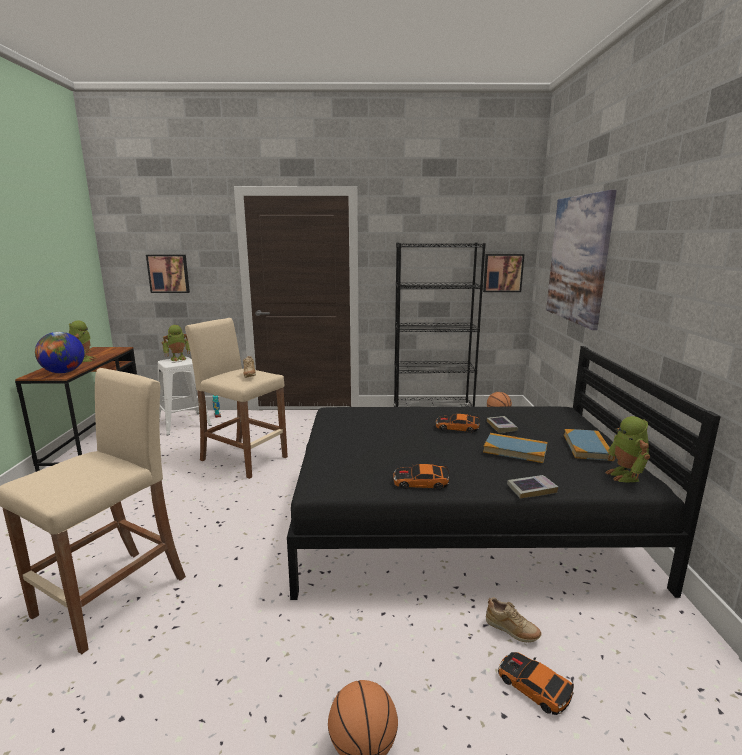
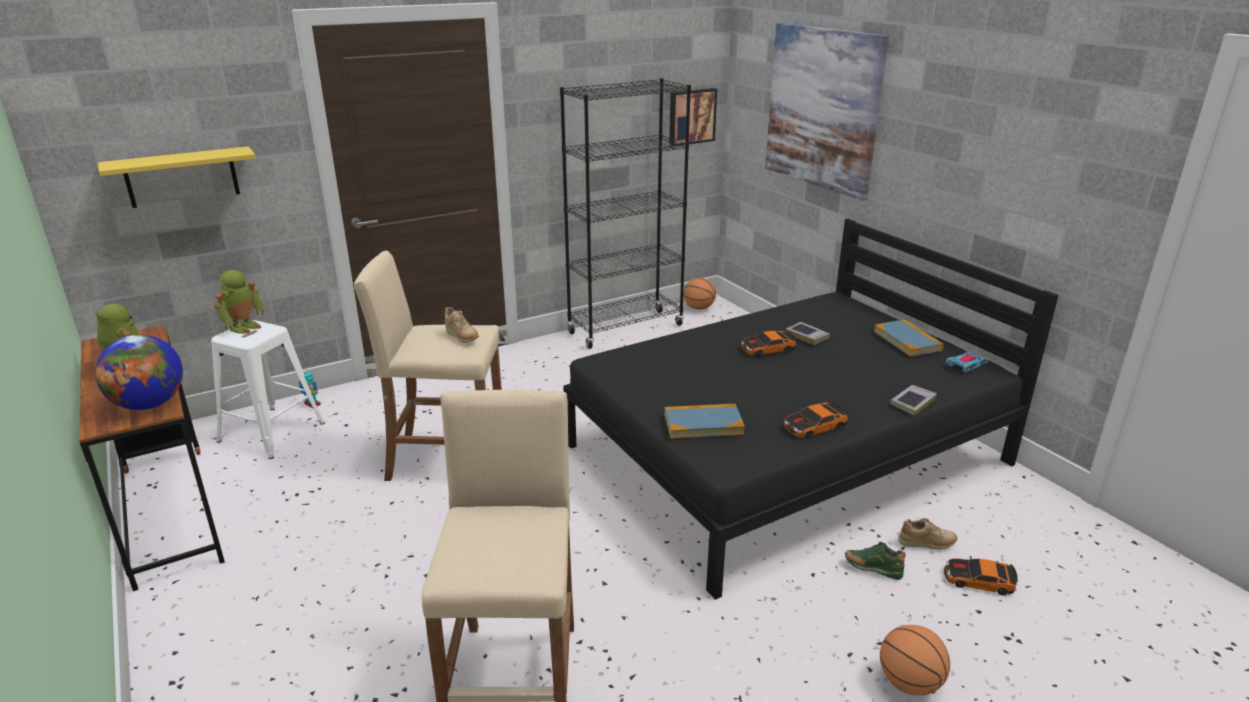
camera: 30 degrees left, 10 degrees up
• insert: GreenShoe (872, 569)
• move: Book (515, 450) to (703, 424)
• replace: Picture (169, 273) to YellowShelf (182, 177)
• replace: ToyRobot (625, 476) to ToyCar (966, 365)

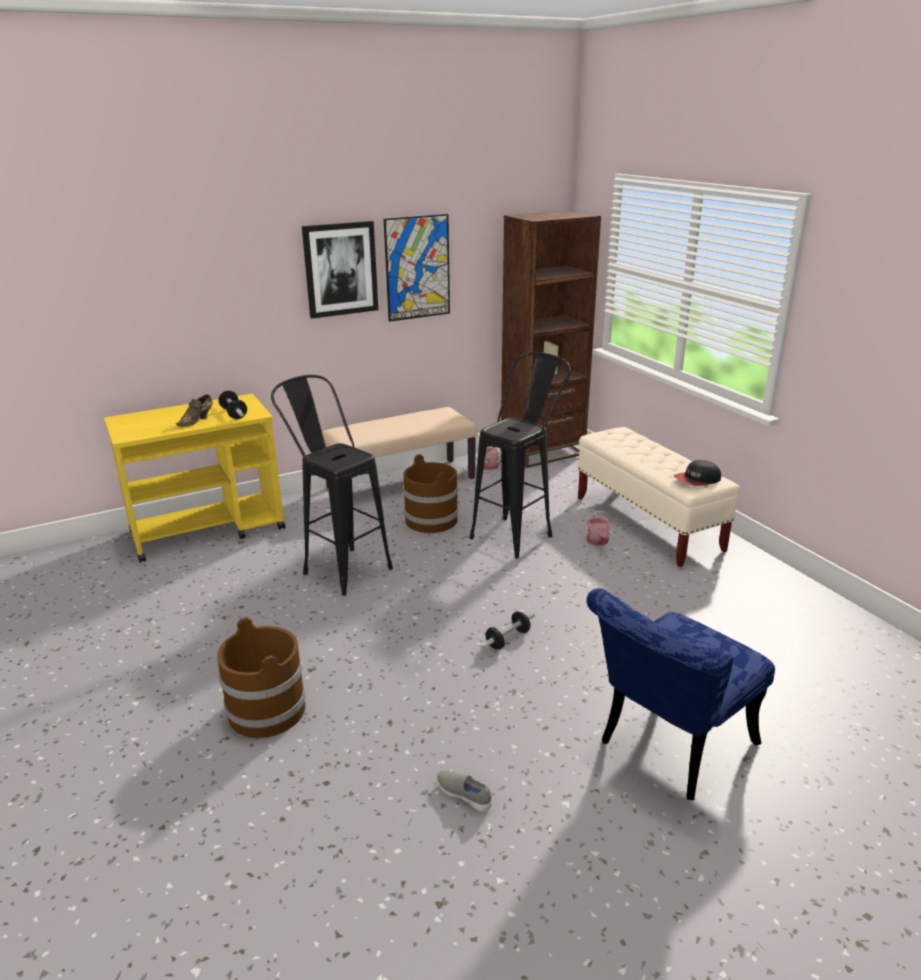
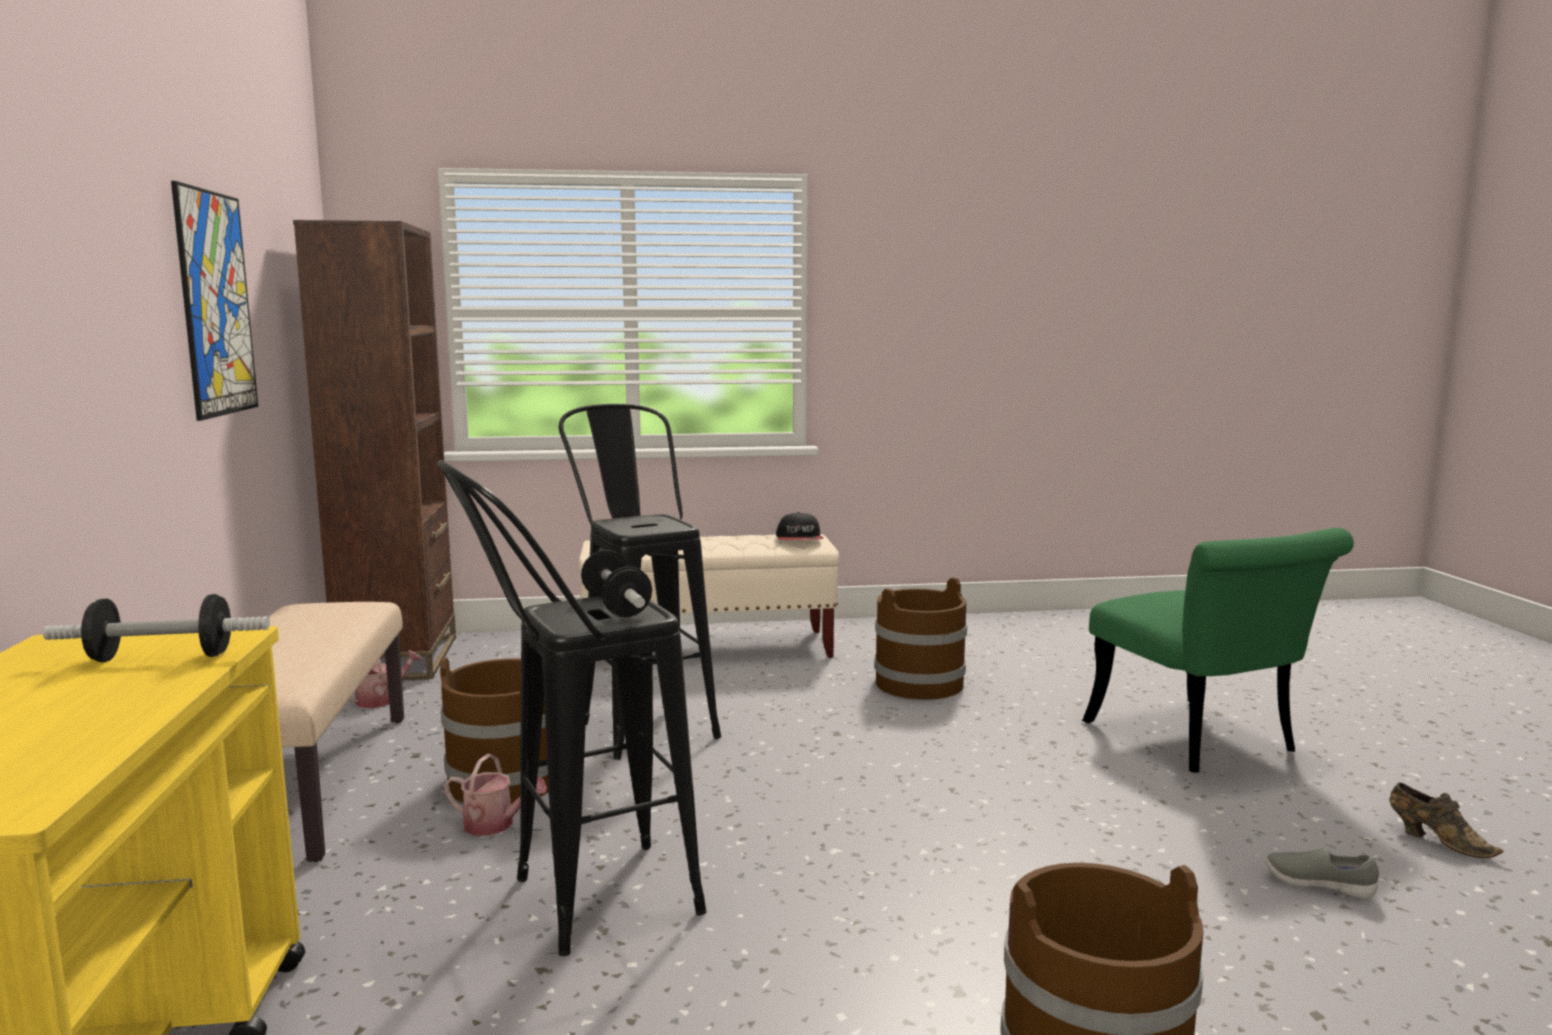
camera: 70 degrees left, 15 degrees down
• delete: Picture (340, 269)
• insert: BrownBucket (919, 683)
• move: BrownShoe (197, 421) to (1437, 840)
• move: Dumbbell (507, 639) to (616, 606)
• move: WateringCan (598, 542) to (495, 825)
• recolor: BlueChair (668, 747) to GreenChair (1202, 742)
• rotate: GreyShoe (464, 795) = (1318, 885) 60 degrees clockwise

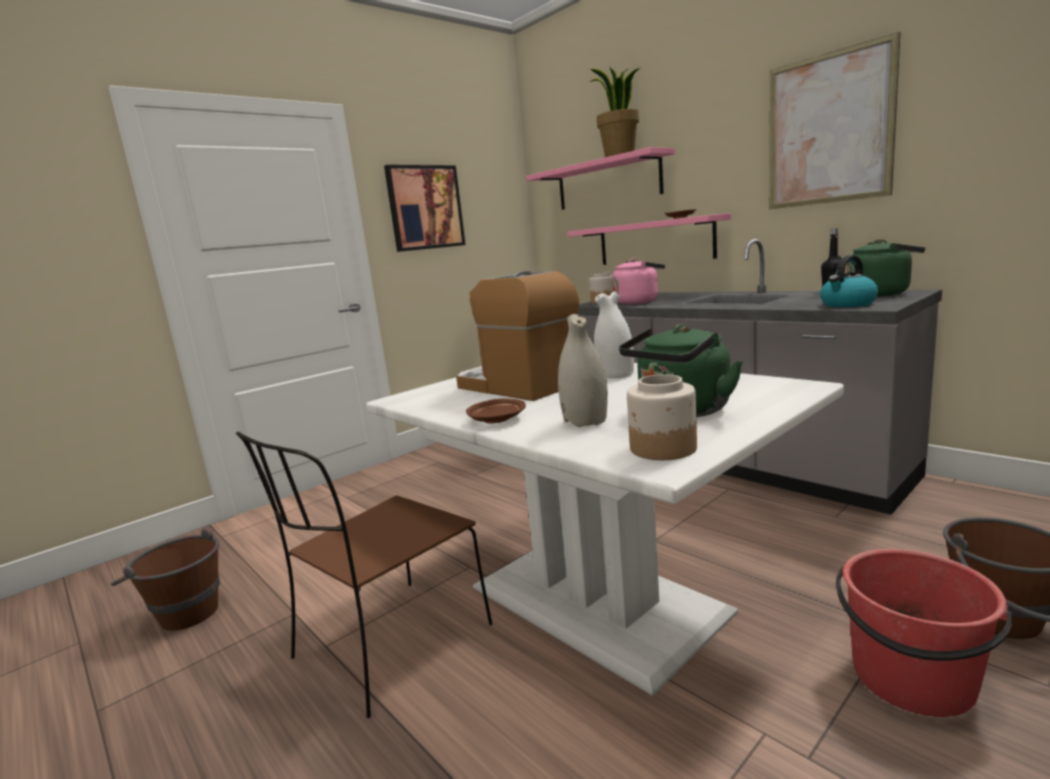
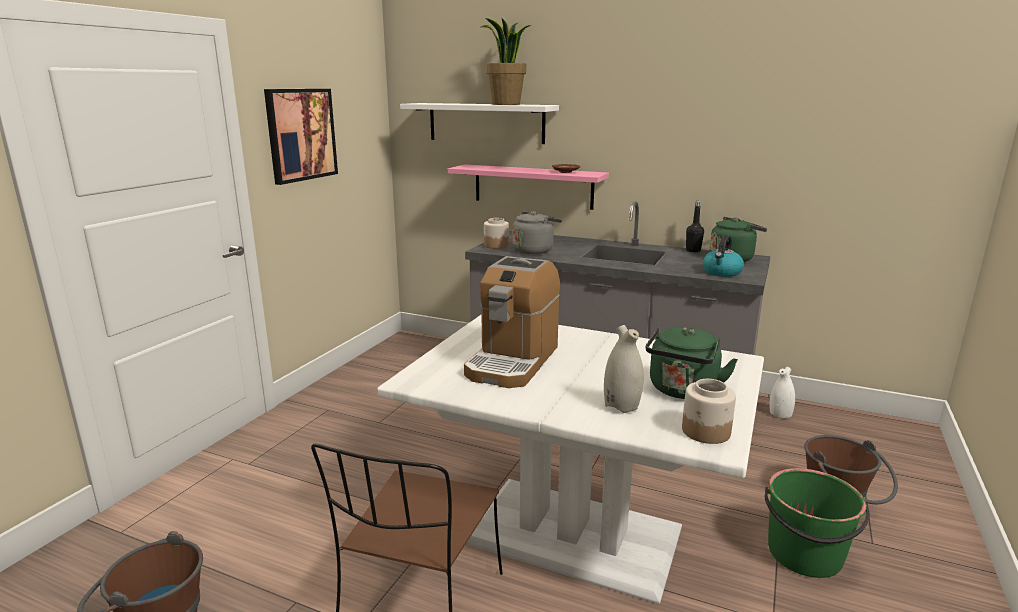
camera: 25 degrees left, 5 degrees up
• delete: BrownPlate (497, 419)
• delete: Picture (828, 129)
• move: WhiteVase (615, 375) to (780, 414)
• recolor: PinkShelf (607, 182) to WhiteShelf (486, 123)
• recolor: PinkKettle (638, 302) to GreyKettle (534, 250)
• recolor: RedBucket (912, 679) to GreenBucket (805, 555)
• rotate: CoffeeMachine (517, 386) = (512, 361) 90 degrees counterclockwise

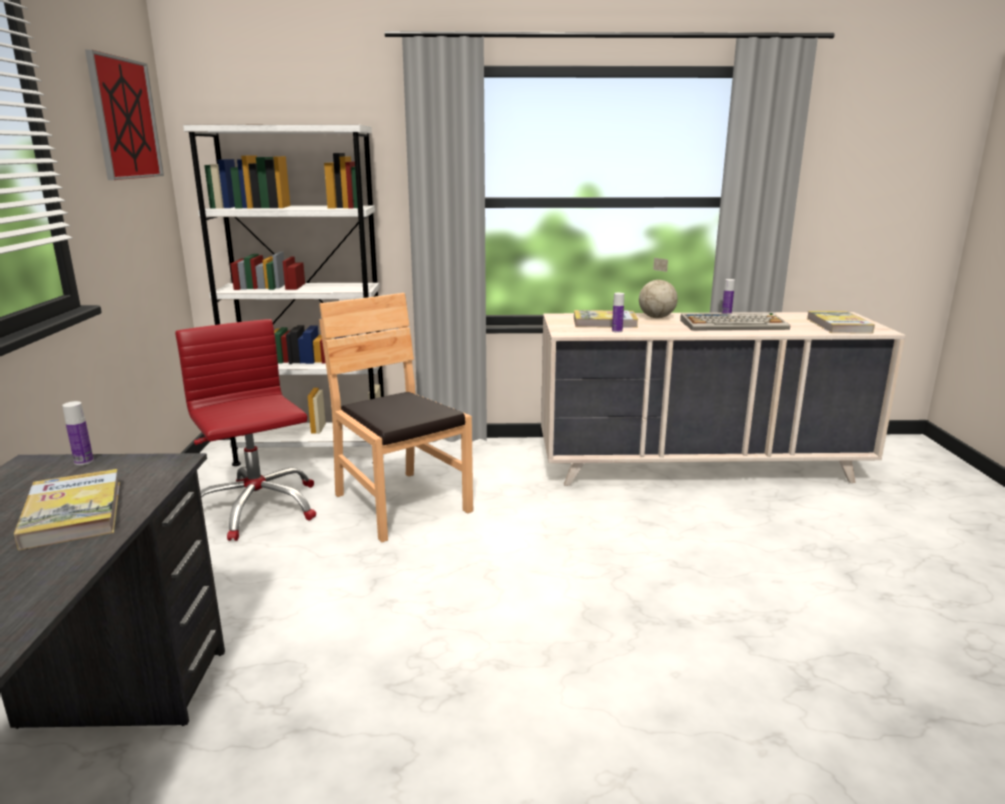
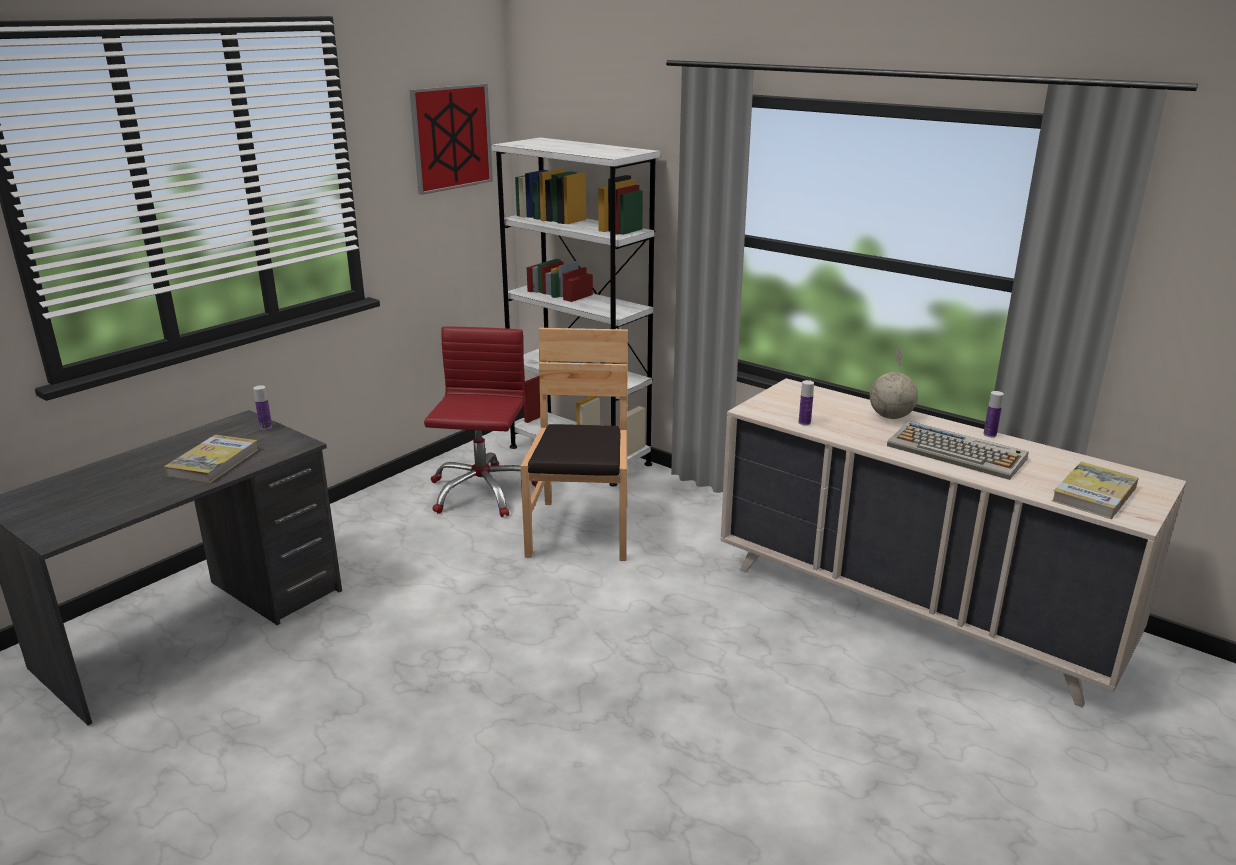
camera: 40 degrees right, 5 degrees up
• delete: Book (604, 322)

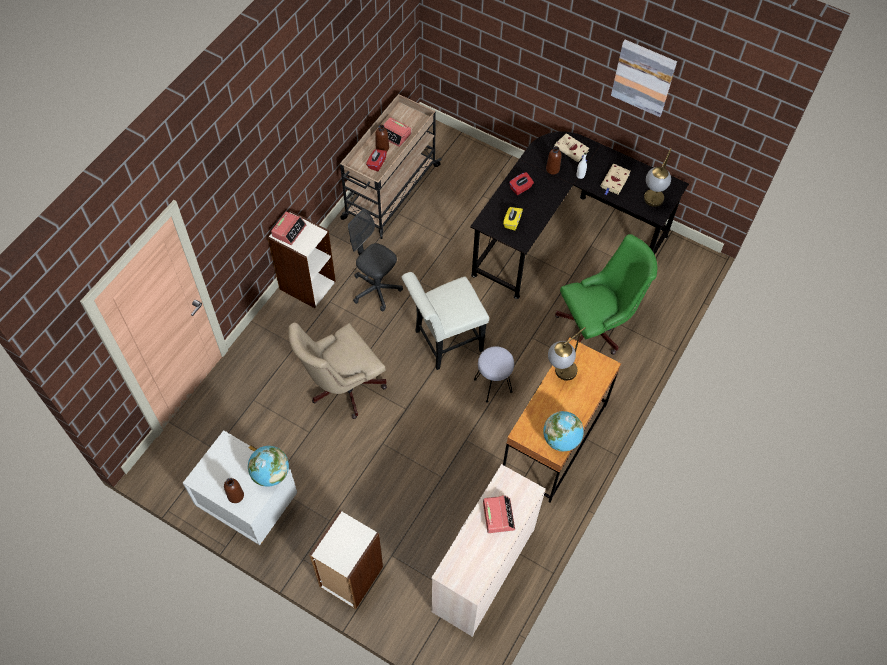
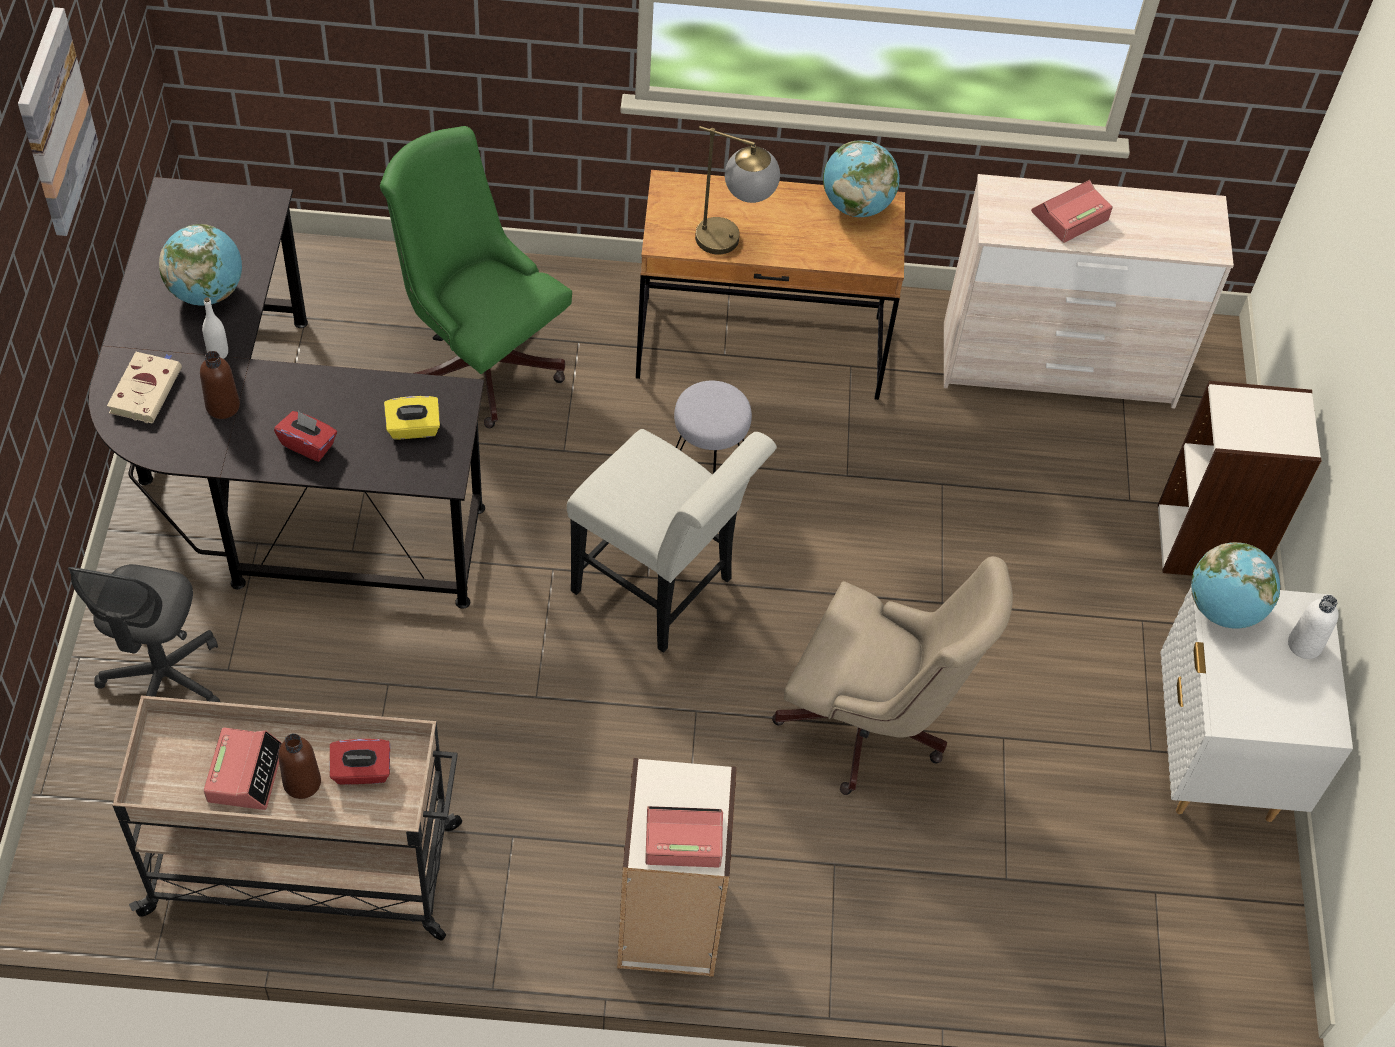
camera: 120 degrees left, 5 degrees down
• delete: TableLamp (651, 204)
• move: GreyOfficeChair (376, 289) to (163, 681)
• replace: BeigeBook (615, 181) to Globe (207, 292)
• recolor: BrownBottle (235, 495) to WhiteBottle (1304, 645)

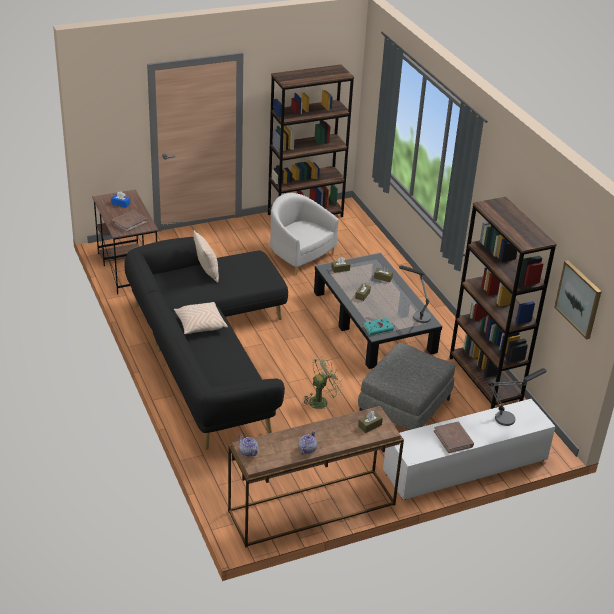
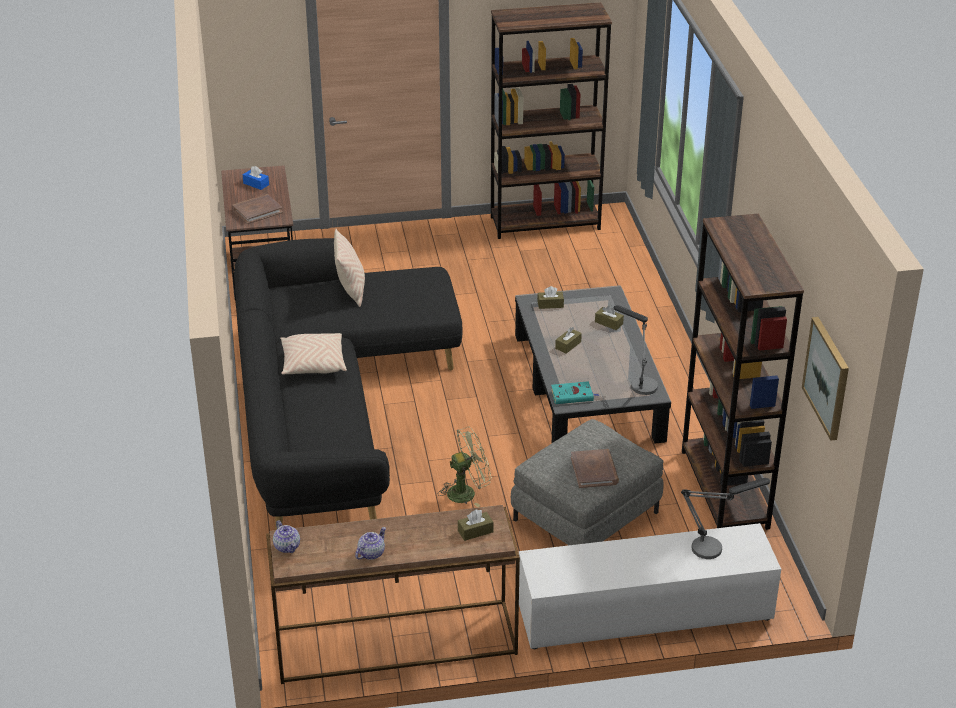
camera: 15 degrees right, 0 degrees up
• delete: WhiteArmchair (299, 255)
• move: BrownBook (453, 439) to (594, 471)

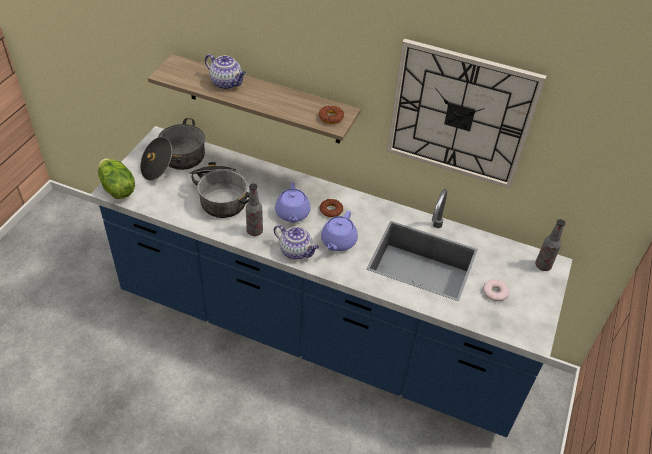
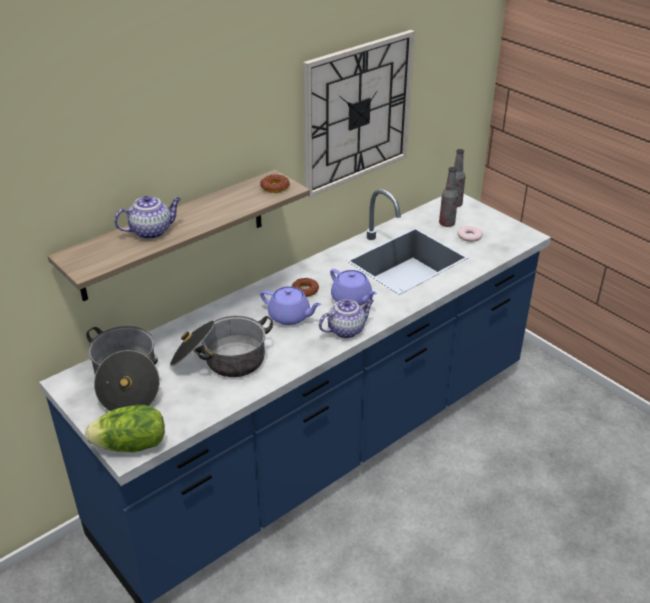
camera: 60 degrees left, 10 degrees down
• move: Bottle (254, 231) to (447, 223)

